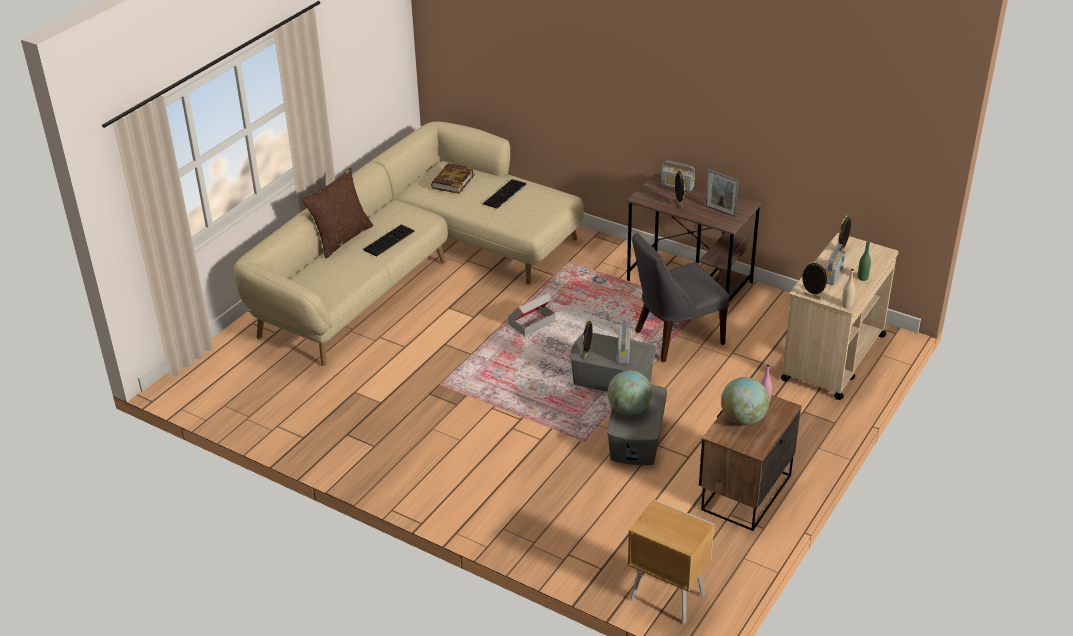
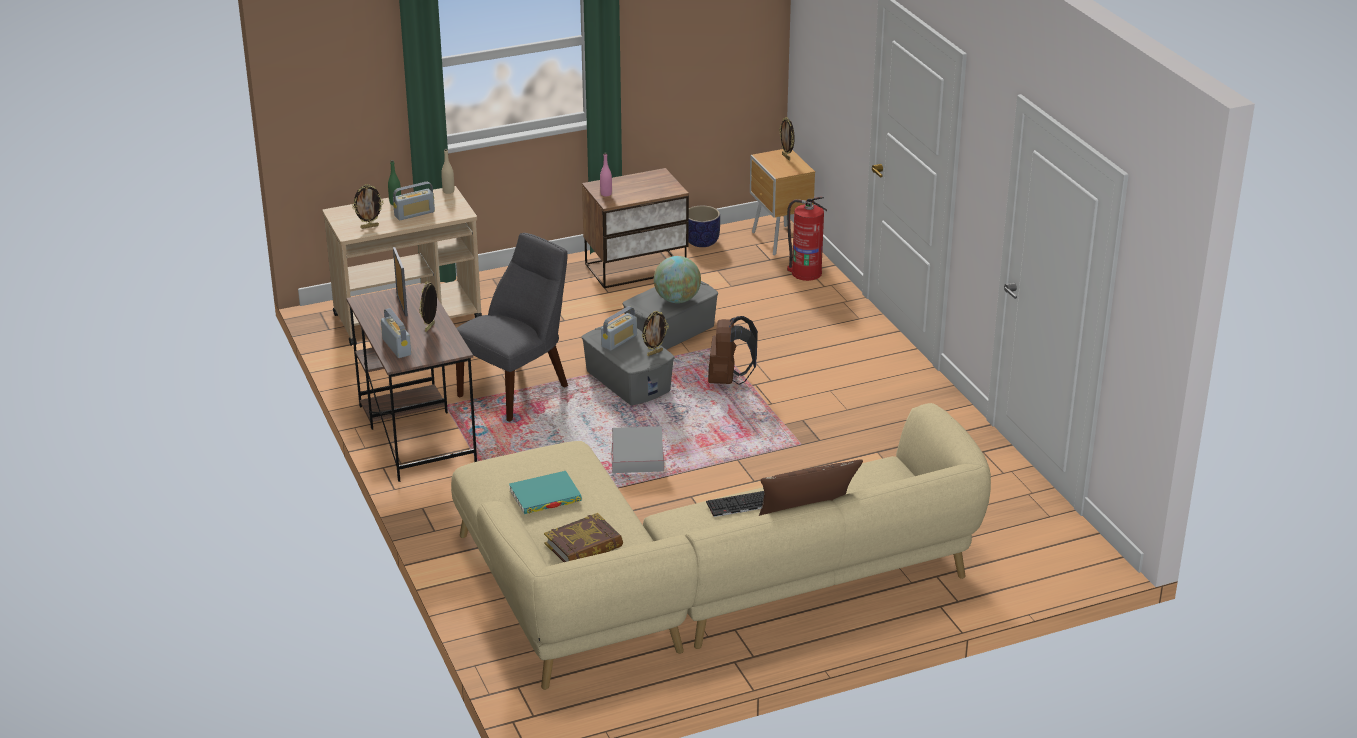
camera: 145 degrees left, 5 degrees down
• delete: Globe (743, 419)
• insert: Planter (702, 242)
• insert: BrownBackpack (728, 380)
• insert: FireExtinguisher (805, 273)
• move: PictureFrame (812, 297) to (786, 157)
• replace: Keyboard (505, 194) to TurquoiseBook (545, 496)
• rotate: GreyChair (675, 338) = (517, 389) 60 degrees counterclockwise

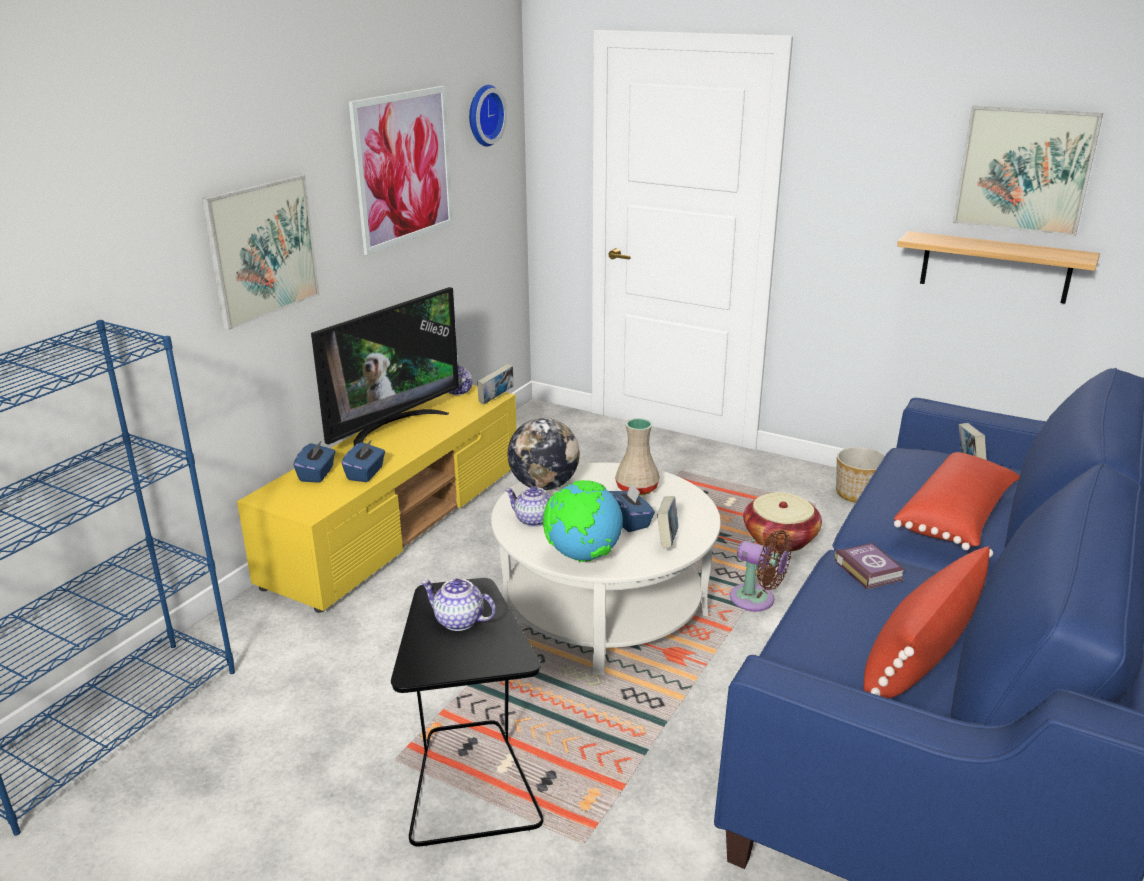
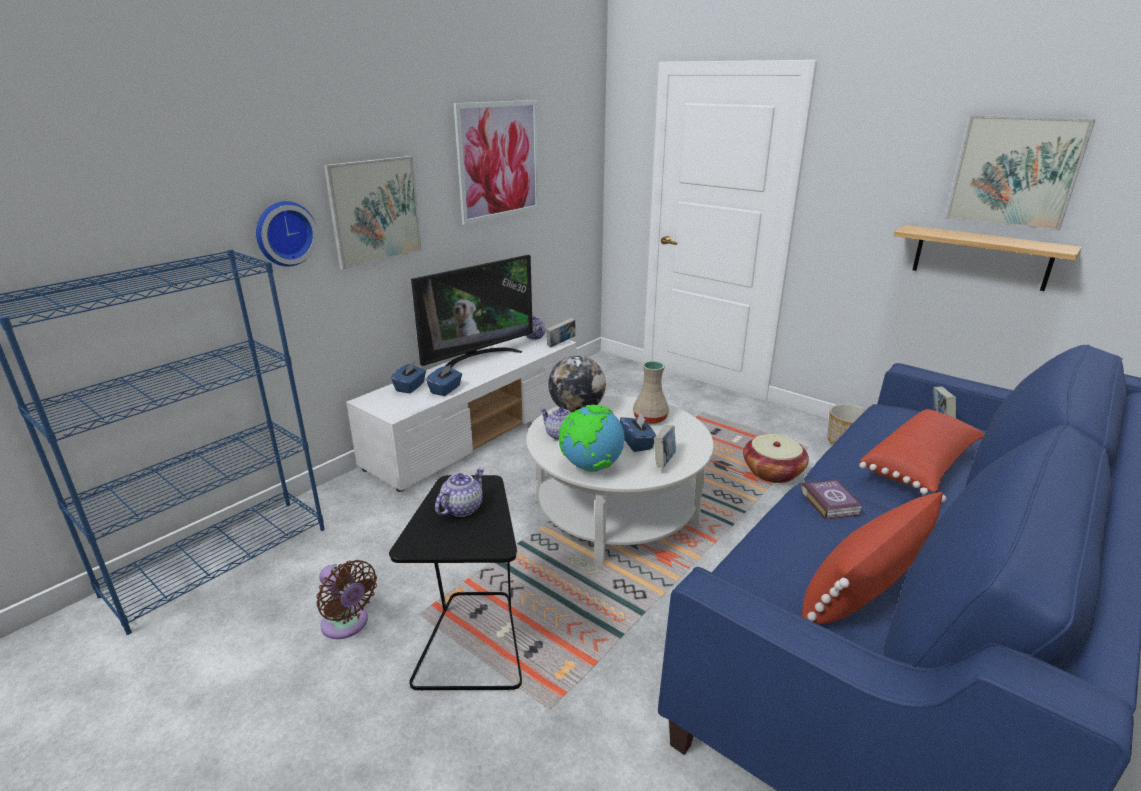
camera: 10 degrees right, 0 degrees up
• move: WallClock (483, 115) to (284, 233)
• move: BrownFan (757, 600) to (347, 625)
• recolor: YellowTvStand (399, 522) to WhiteTvStand (478, 431)
• rotate: Teapot (458, 621) = (462, 508) 90 degrees clockwise

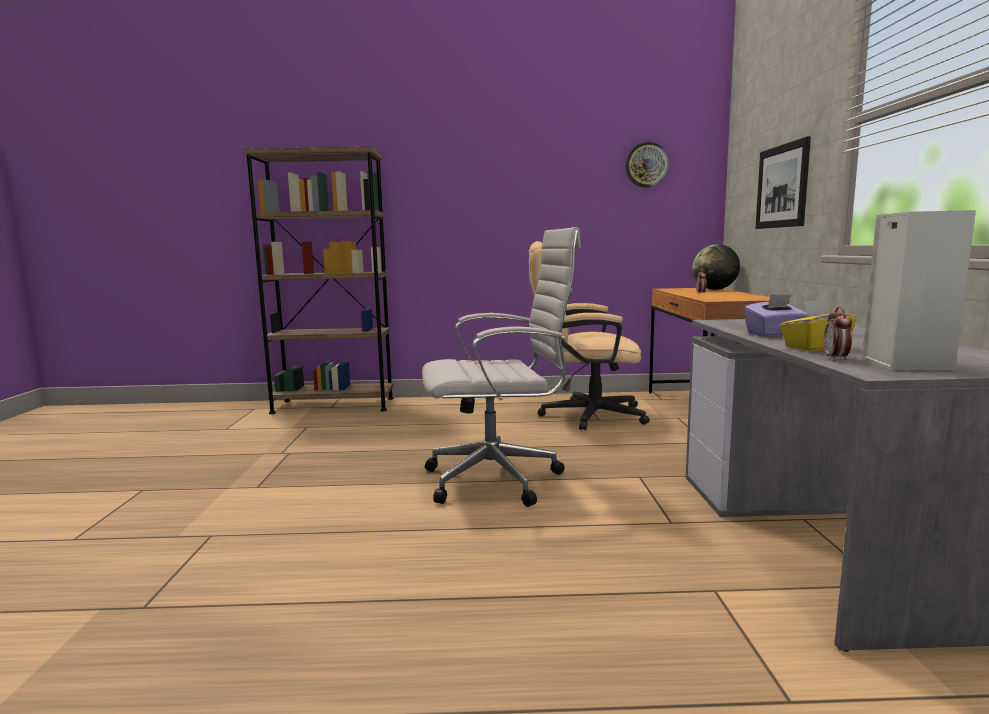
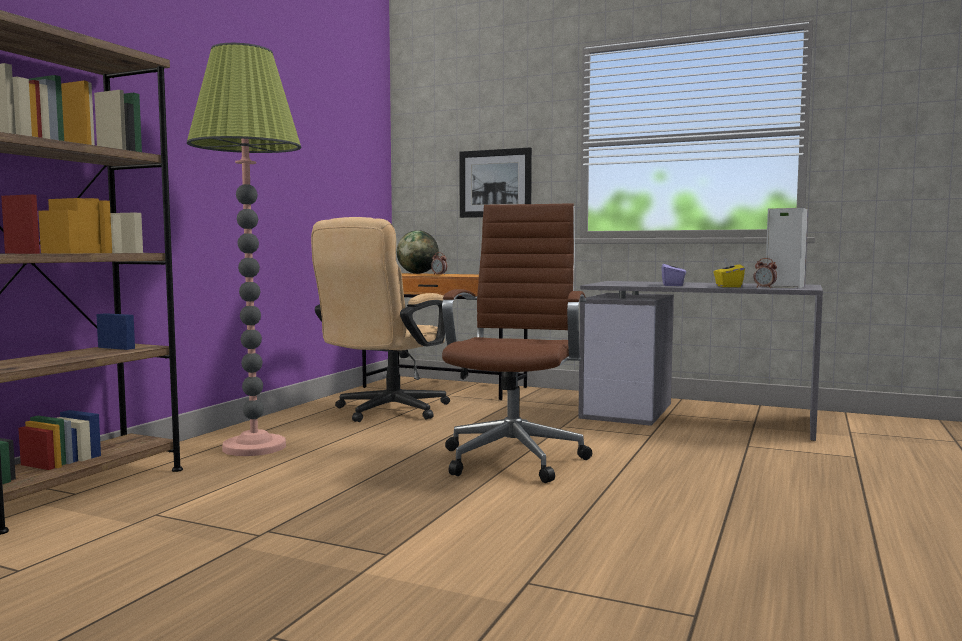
camera: 65 degrees left, 5 degrees down
• delete: WallClock (646, 165)
• insert: FloorLamp (254, 447)
• recolor: WhiteOfficeChair (499, 479) to BrownOfficeChair (515, 458)

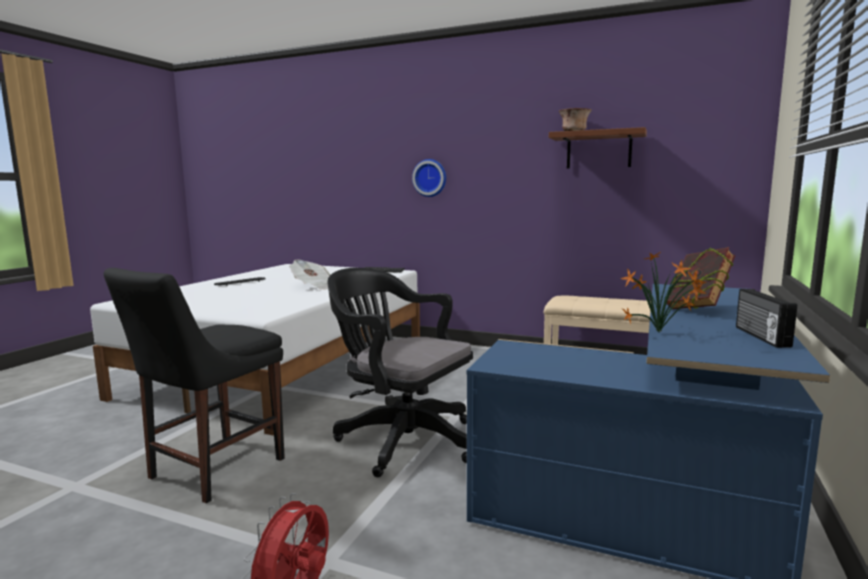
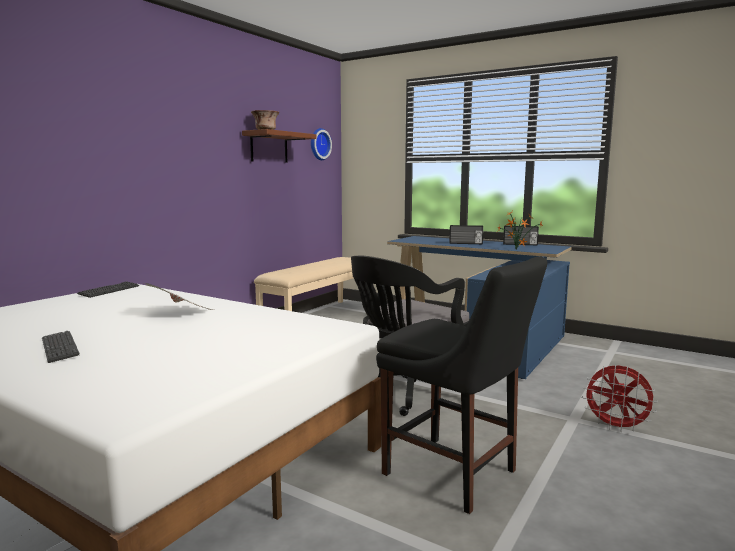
camera: 80 degrees left, 0 degrees up
• move: WallClock (430, 178) to (318, 144)
• replace: Book (697, 309) to Radio (465, 243)

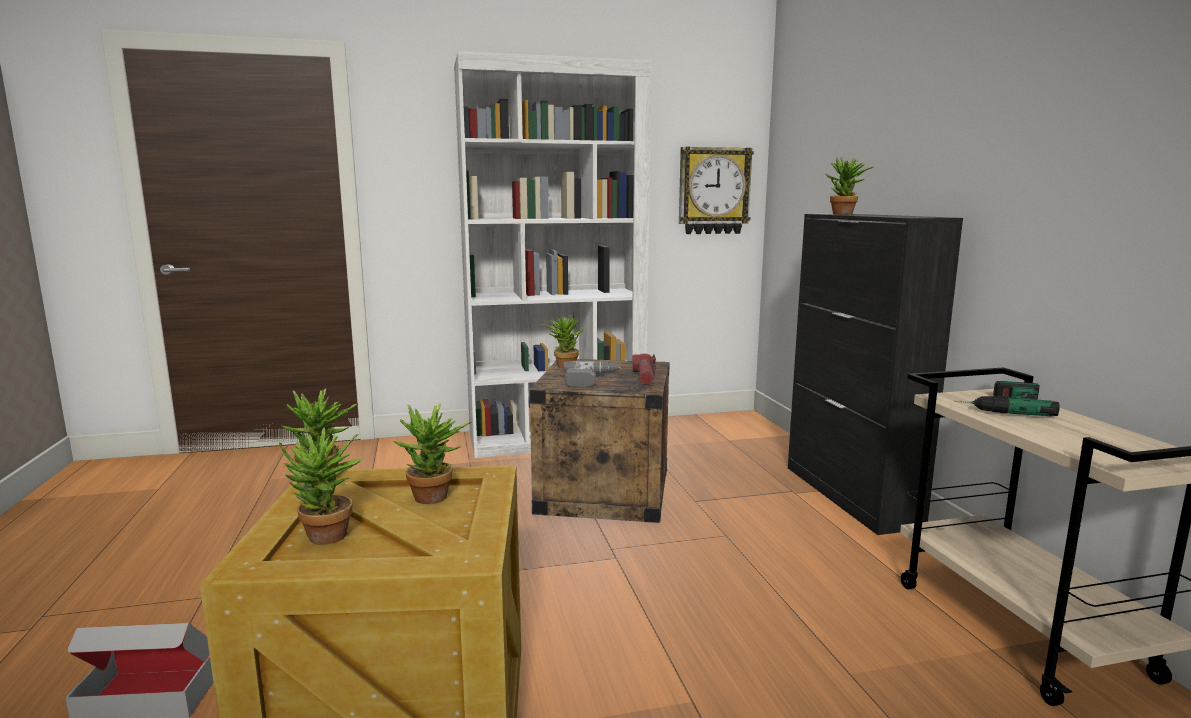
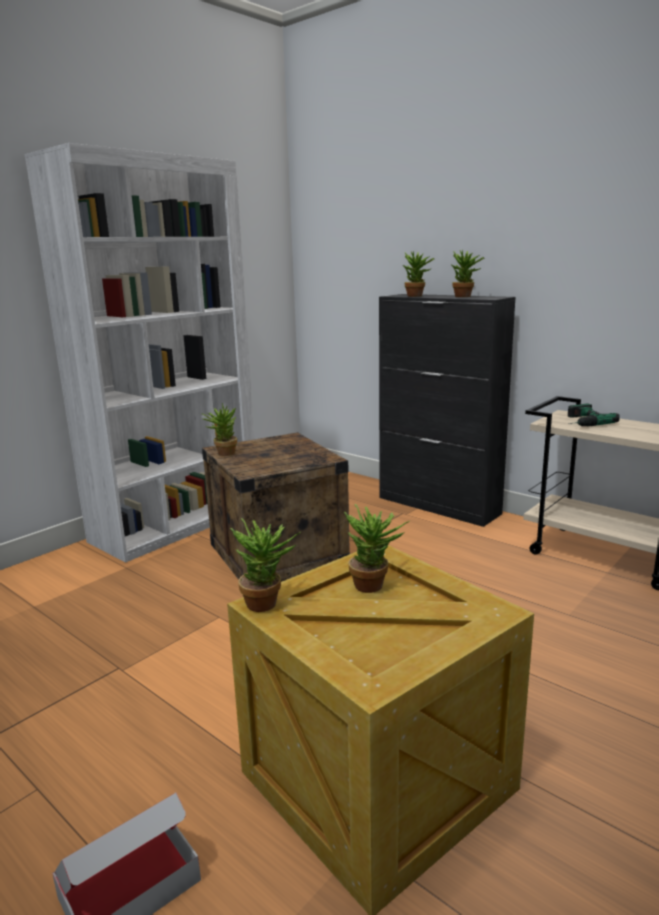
camera: 35 degrees left, 5 degrees up
• delete: PowerDrill (591, 380)
• delete: Flashlight (644, 377)
• delete: WallClock (713, 191)
• move: PottedPlant (326, 540) to (465, 296)

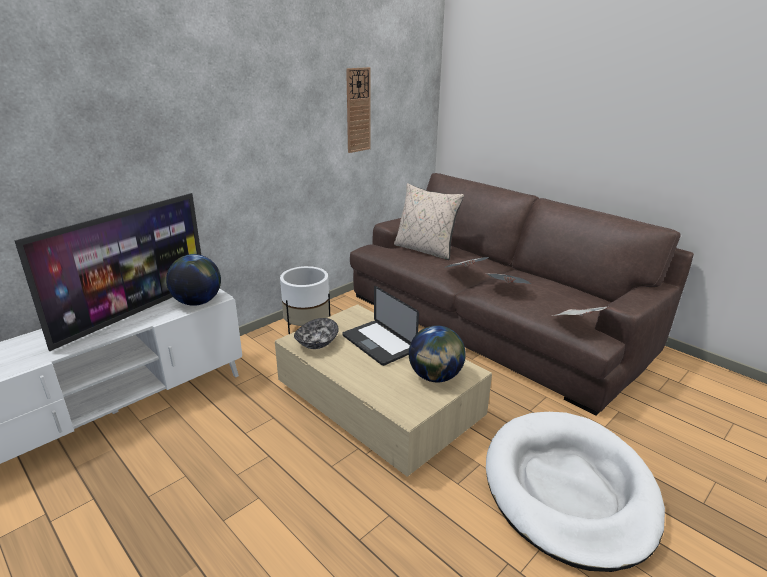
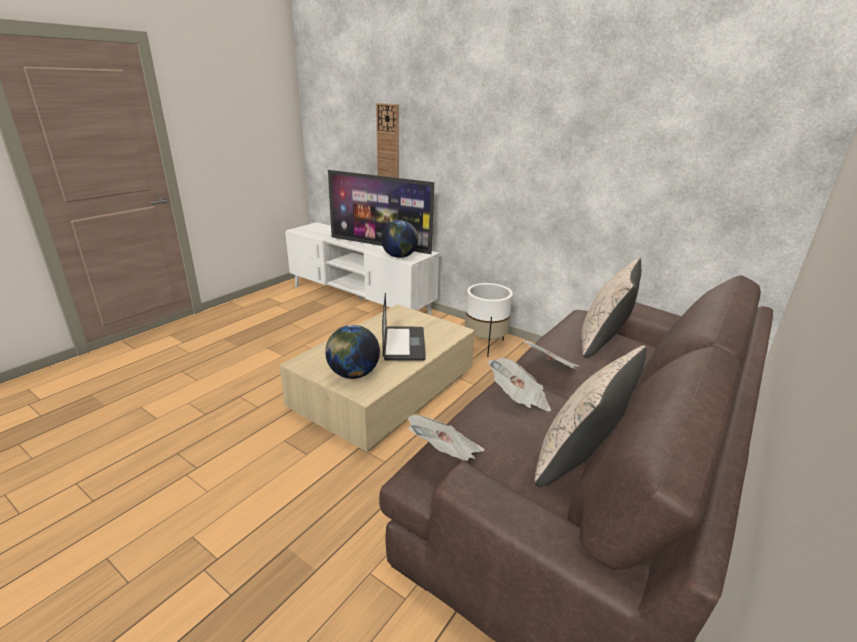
camera: 80 degrees right, 0 degrees up
• delete: Bowl (316, 343)
• delete: WhiteDogBed (568, 489)
• insert: BeigePillow (578, 459)
• move: WallClock (358, 110) to (388, 142)
• rotate: Laptop (378, 343) = (404, 344) 135 degrees clockwise

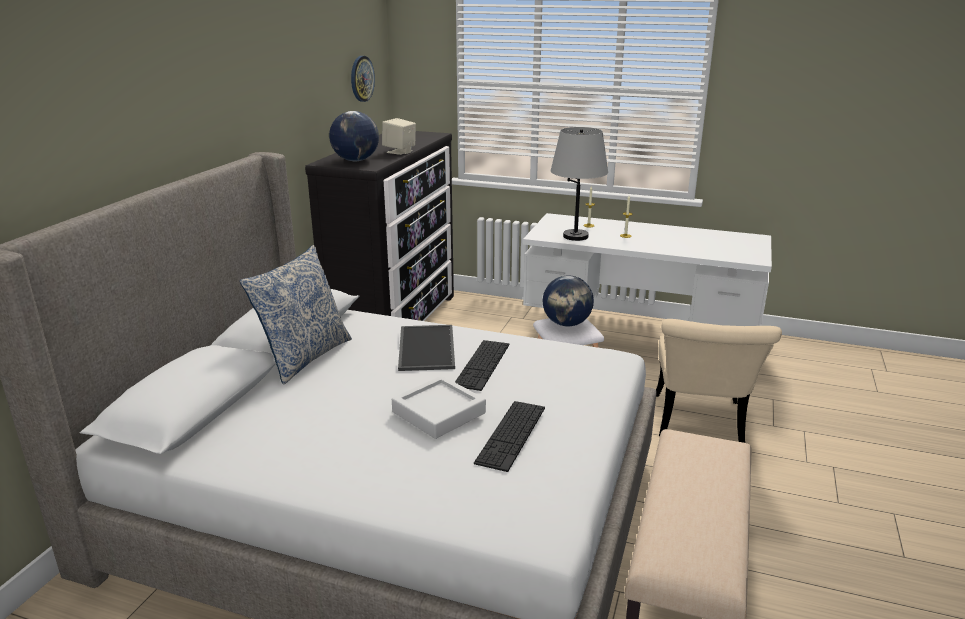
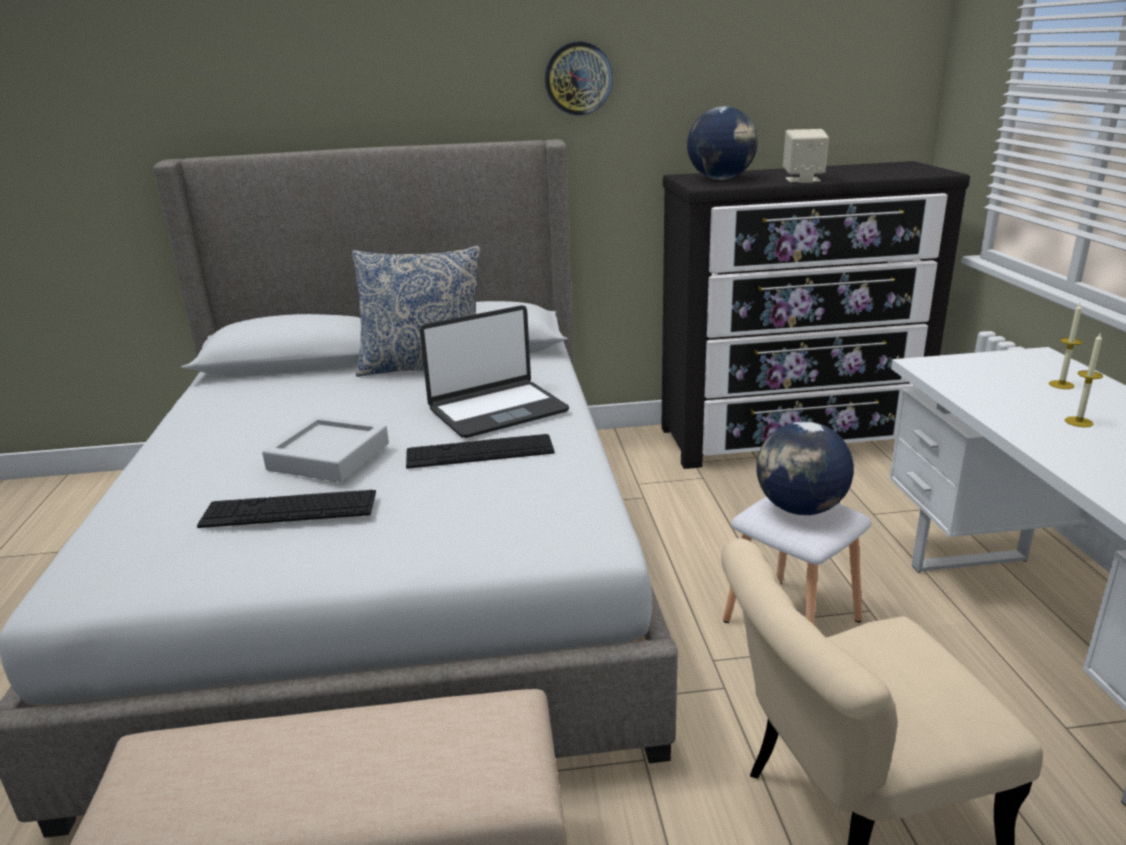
camera: 65 degrees right, 0 degrees up
• delete: GreyTableLamp (576, 236)
• move: WallClock (361, 78) to (578, 78)
• replace: Tray (425, 347) to Laptop (497, 410)

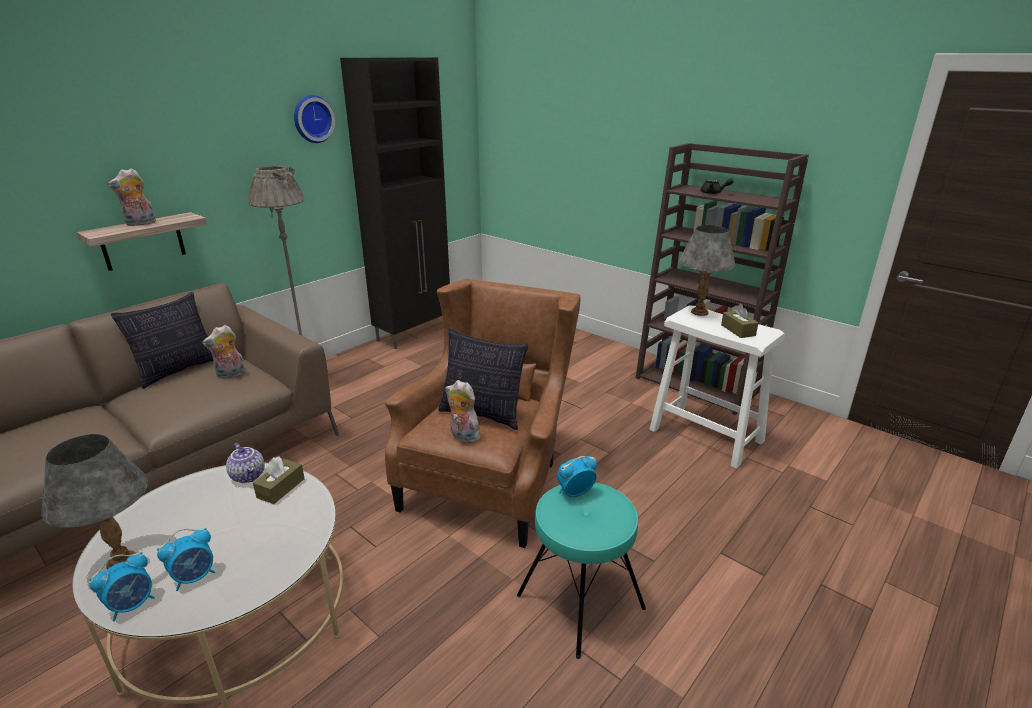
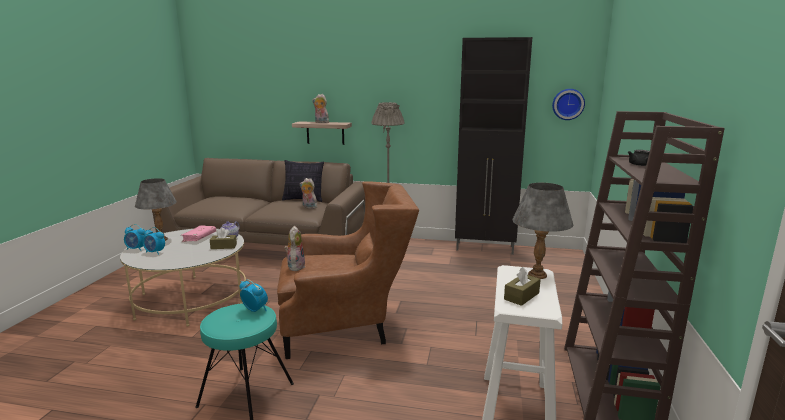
camera: 60 degrees right, 10 degrees down
• delete: Pillow (482, 414)
• insert: PinkBook (199, 237)
• move: WallClock (312, 119) to (568, 104)

